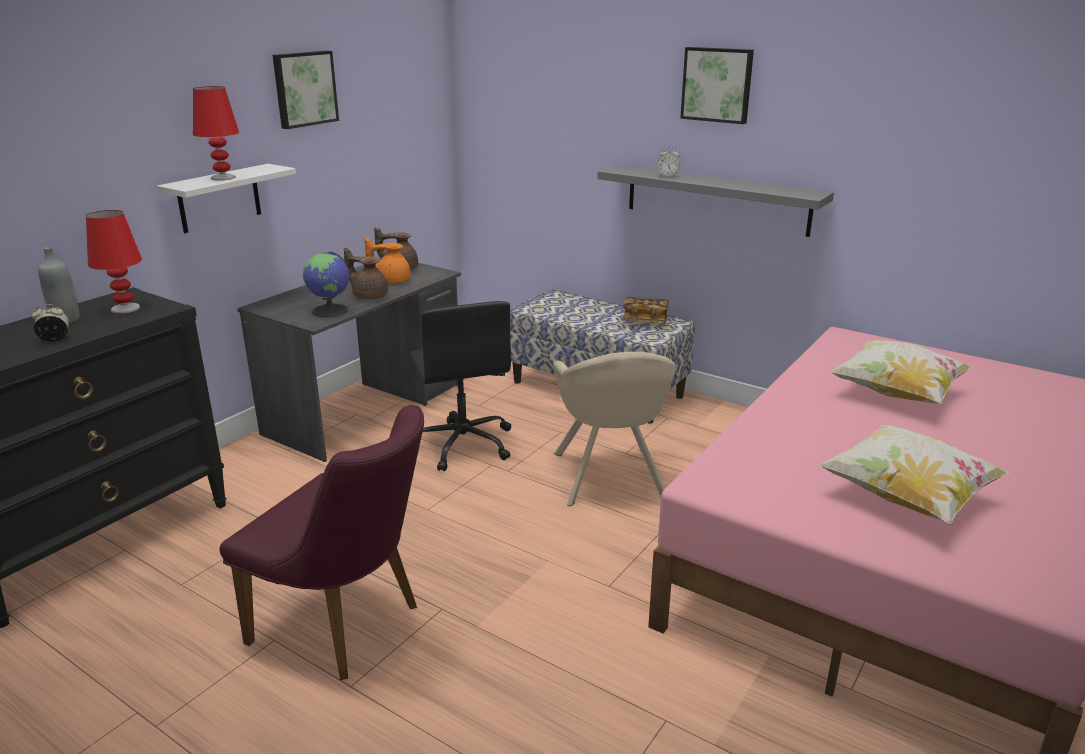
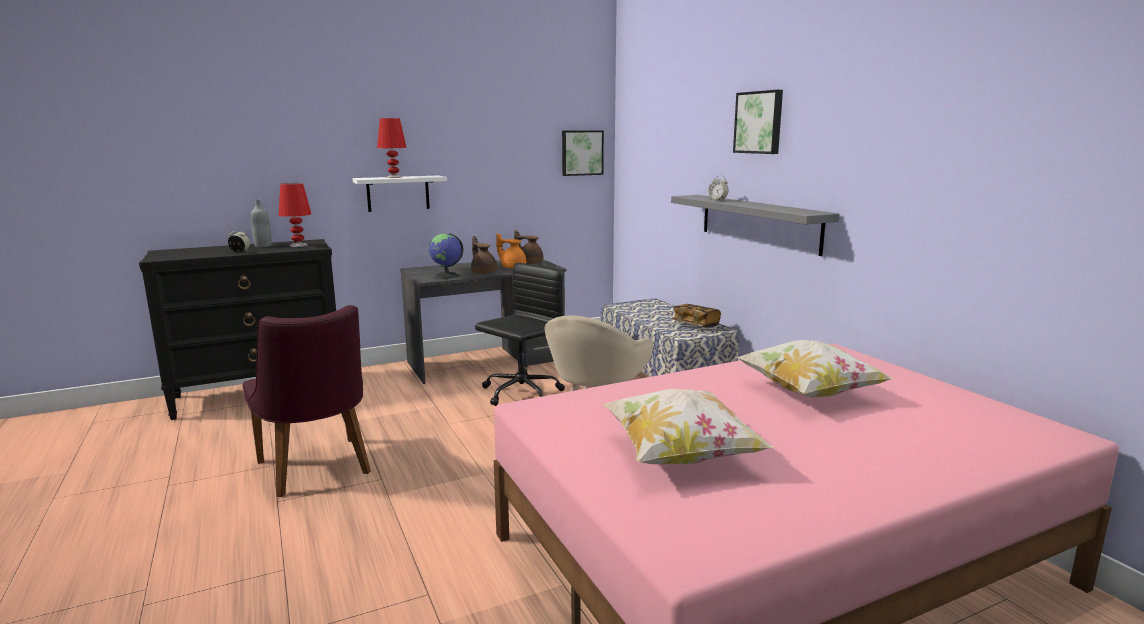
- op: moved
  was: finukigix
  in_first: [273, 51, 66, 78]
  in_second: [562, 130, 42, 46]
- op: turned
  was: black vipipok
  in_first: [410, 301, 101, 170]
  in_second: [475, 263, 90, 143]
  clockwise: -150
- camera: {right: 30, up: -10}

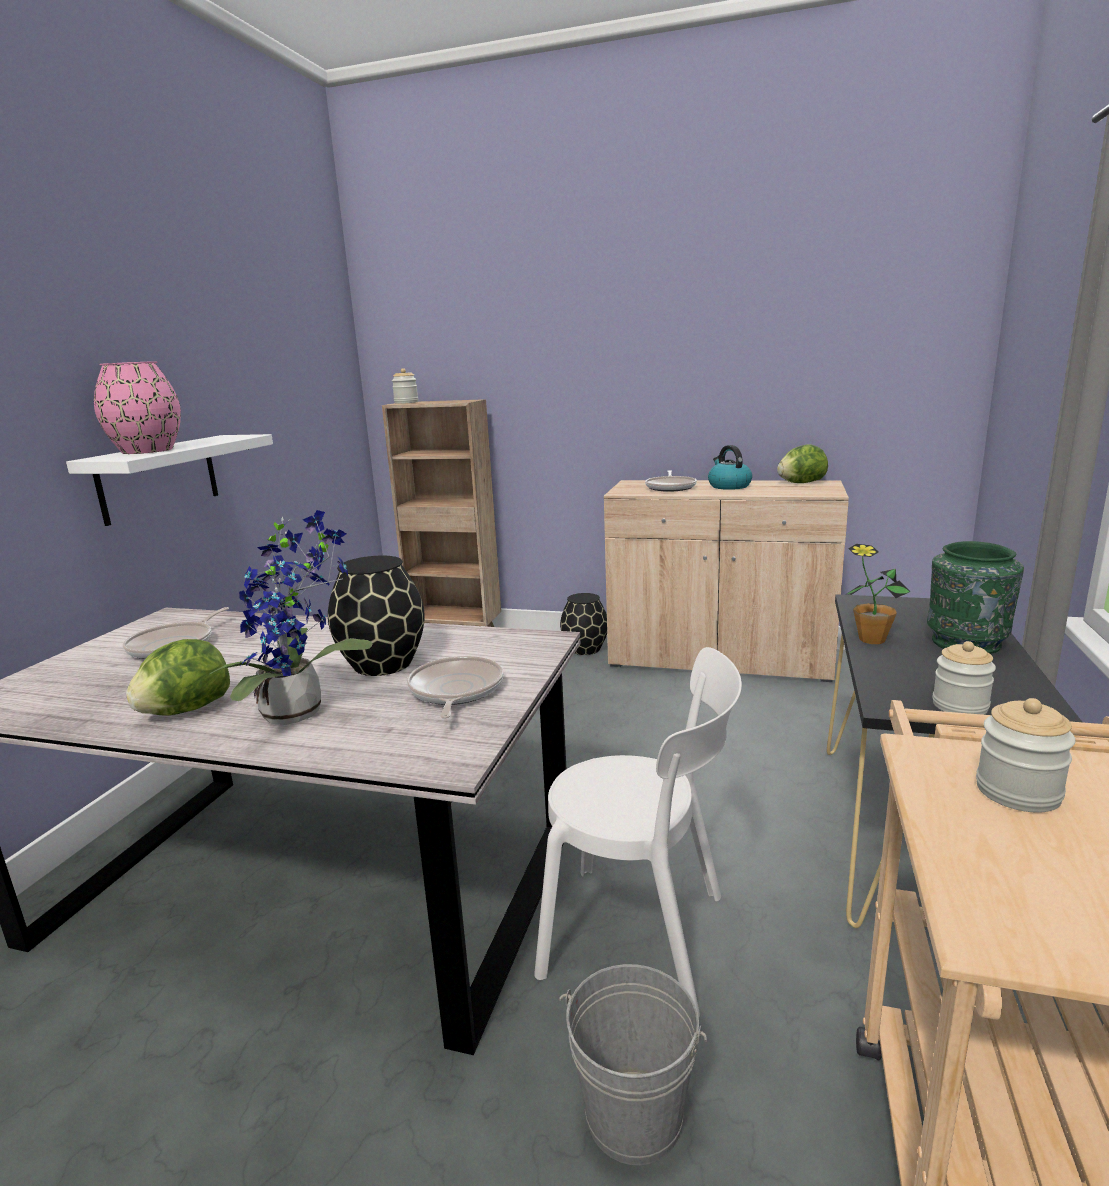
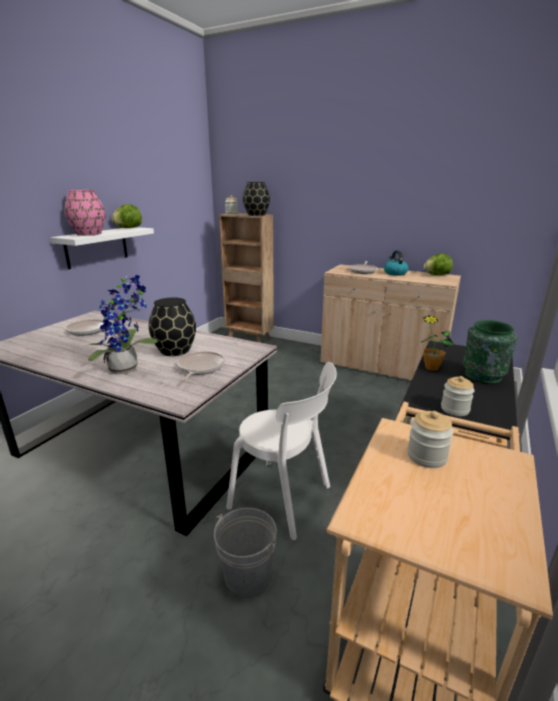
- op: moved
  was: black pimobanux
  in_first: [560, 593, 47, 62]
  in_second: [243, 182, 27, 34]
- op: moved
  was: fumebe
  in_first: [126, 639, 104, 76]
  in_second: [111, 204, 31, 24]
- camera: {right: 10, up: 5}

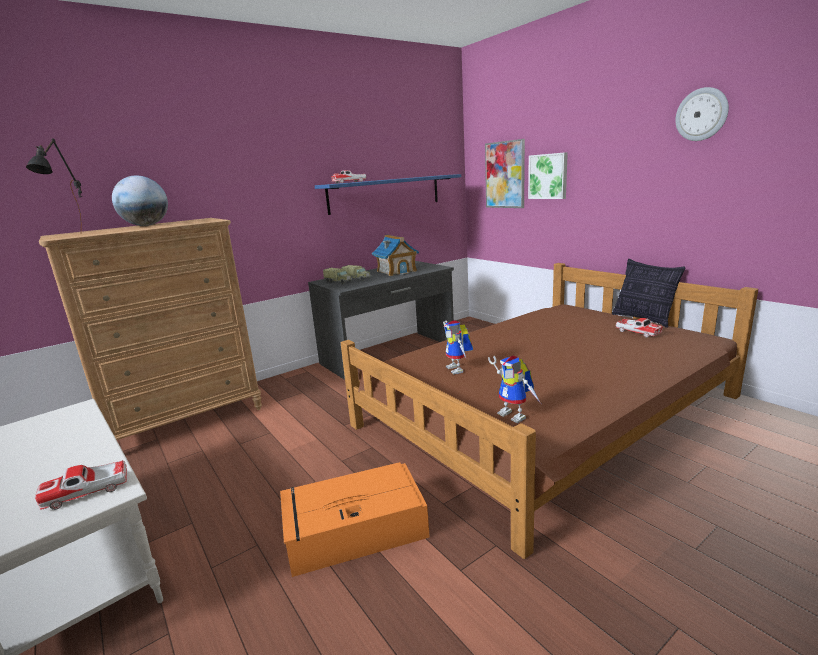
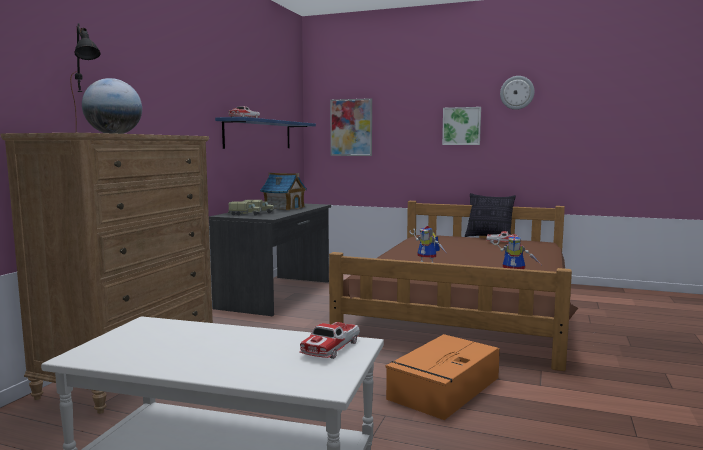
- op: moved
  was: finukigix
  in_first: [528, 152, 40, 47]
  in_second: [442, 107, 39, 38]
- camera: {right: -35, up: -10}

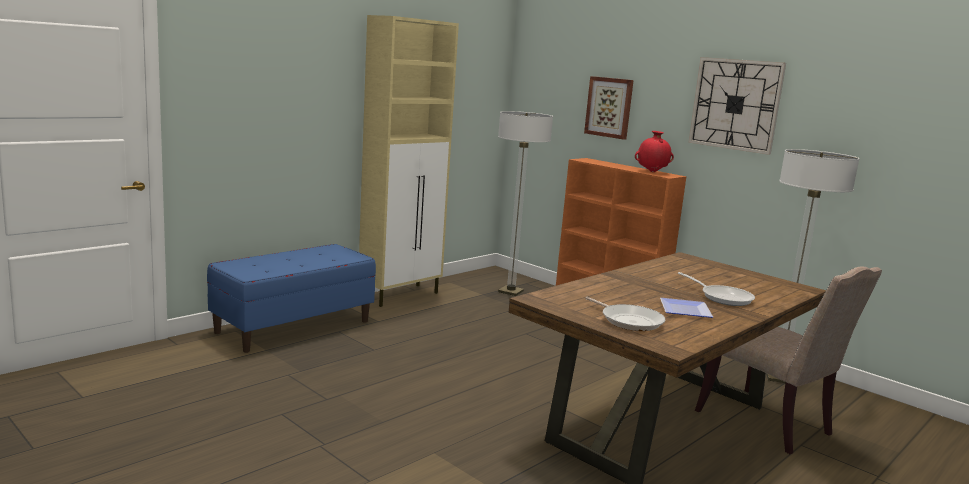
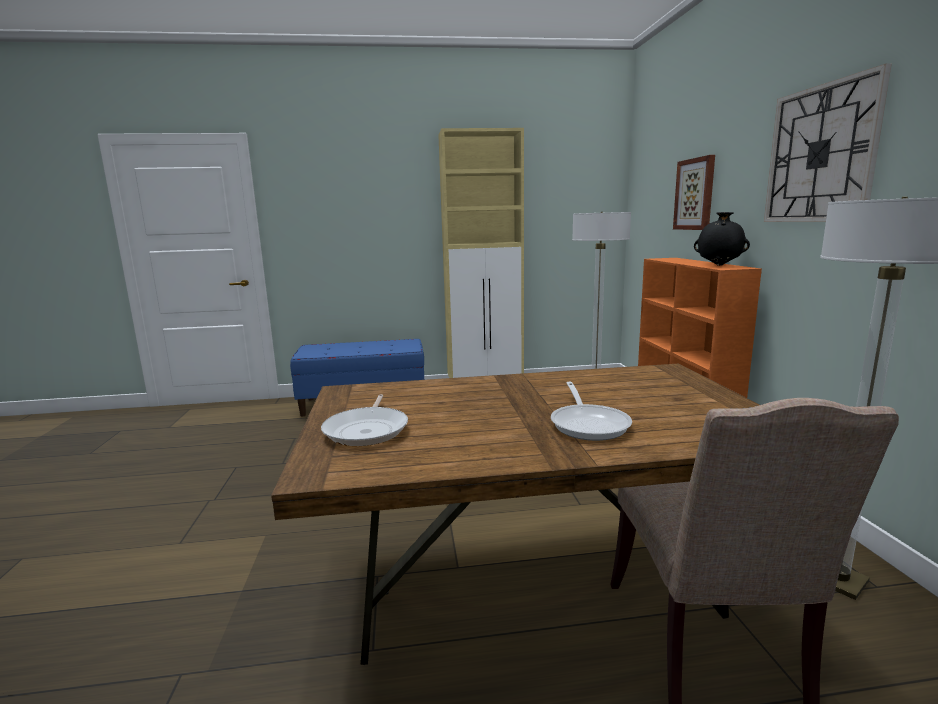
- op: recoloured
  was: red pimobanux
  now: black pimobanux
  in_first: [635, 131, 39, 41]
  in_second: [694, 212, 56, 54]
- op: removed
  was: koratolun
  in_first: [660, 298, 53, 20]
- camera: {right: 40, up: 0}

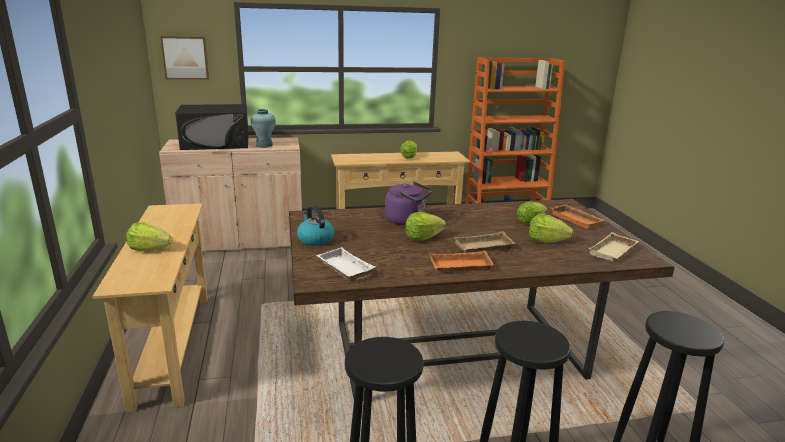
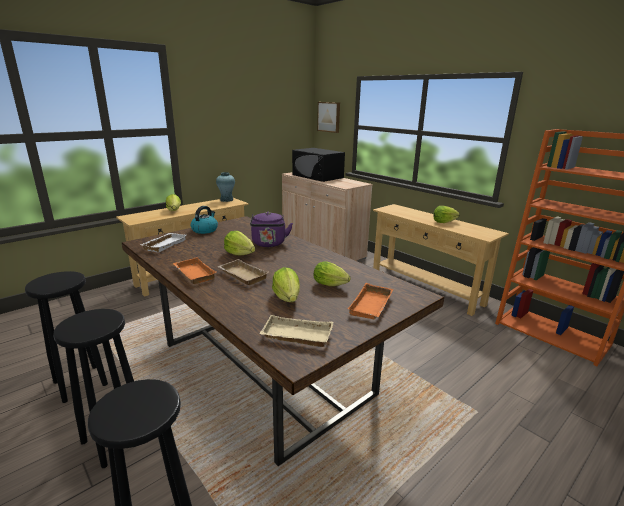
- op: moved
  was: turquoise pimobanux
  in_first: [251, 109, 25, 39]
  in_second: [216, 172, 19, 30]
- camera: {right: 60, up: 0}

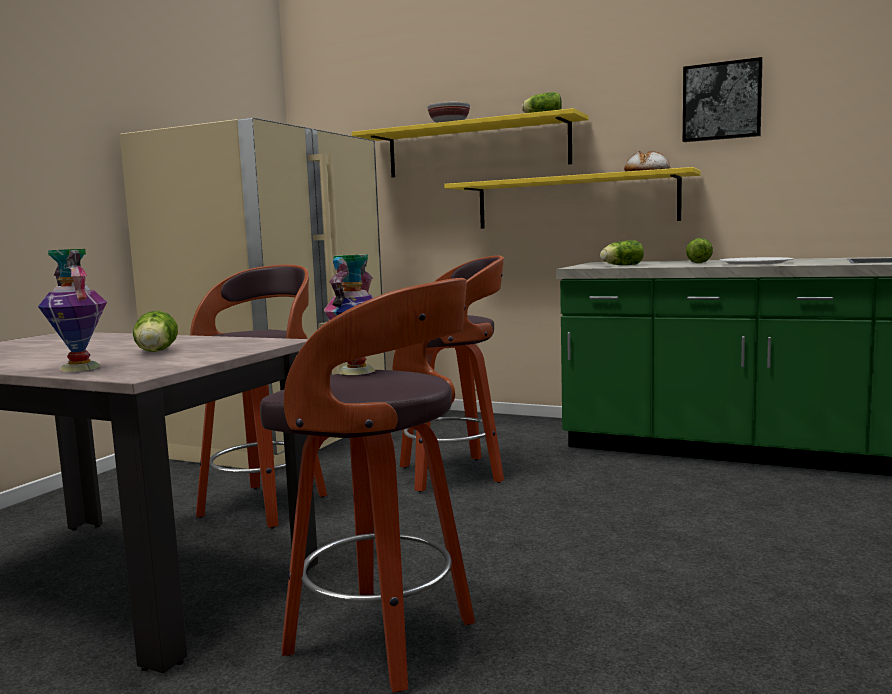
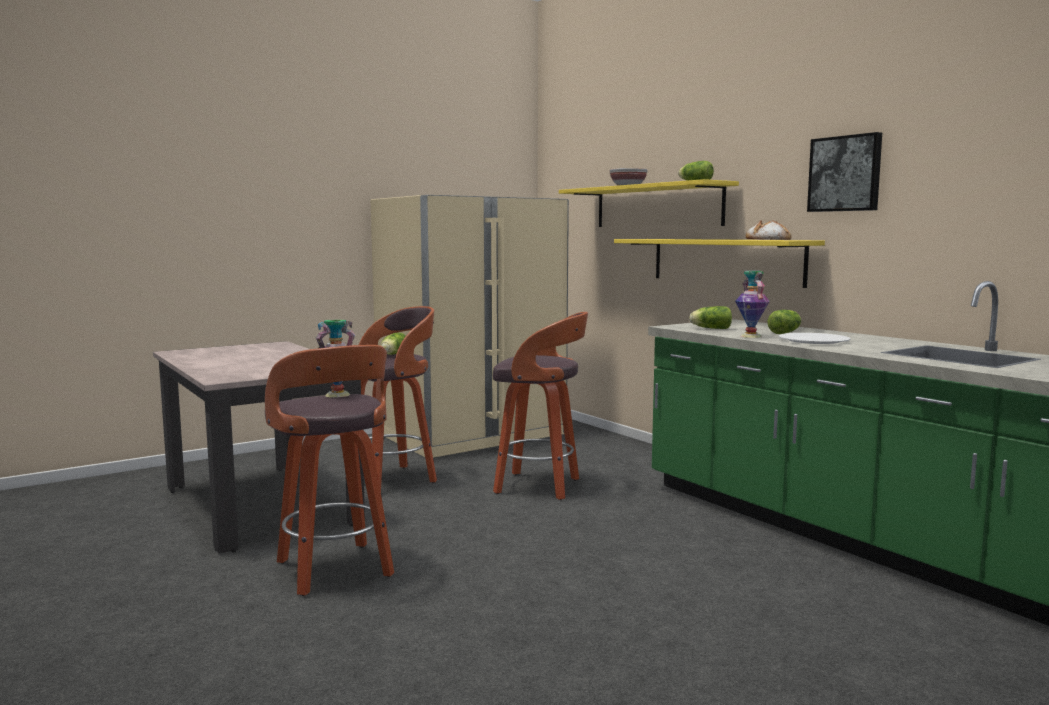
- op: moved
  was: pimobanux
  in_first: [38, 249, 69, 123]
  in_second: [735, 271, 35, 67]
- op: moved
  was: fumebe
  in_first: [133, 311, 45, 41]
  in_second: [381, 333, 25, 22]
- camera: {right: 30, up: 0}

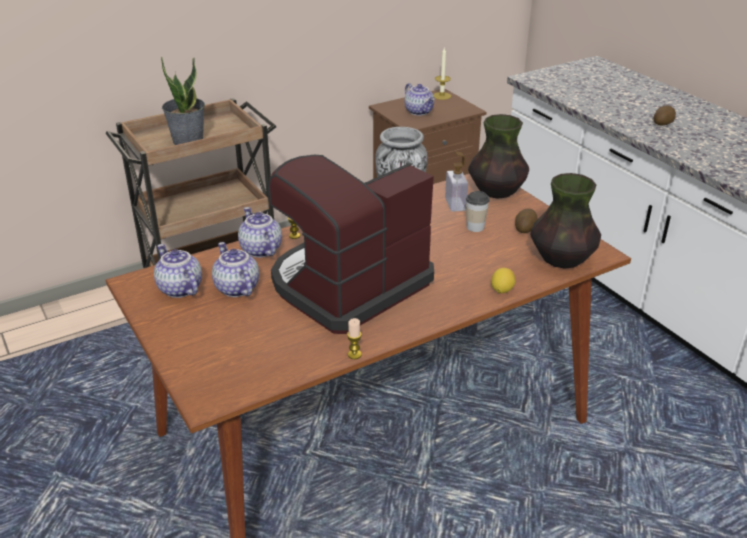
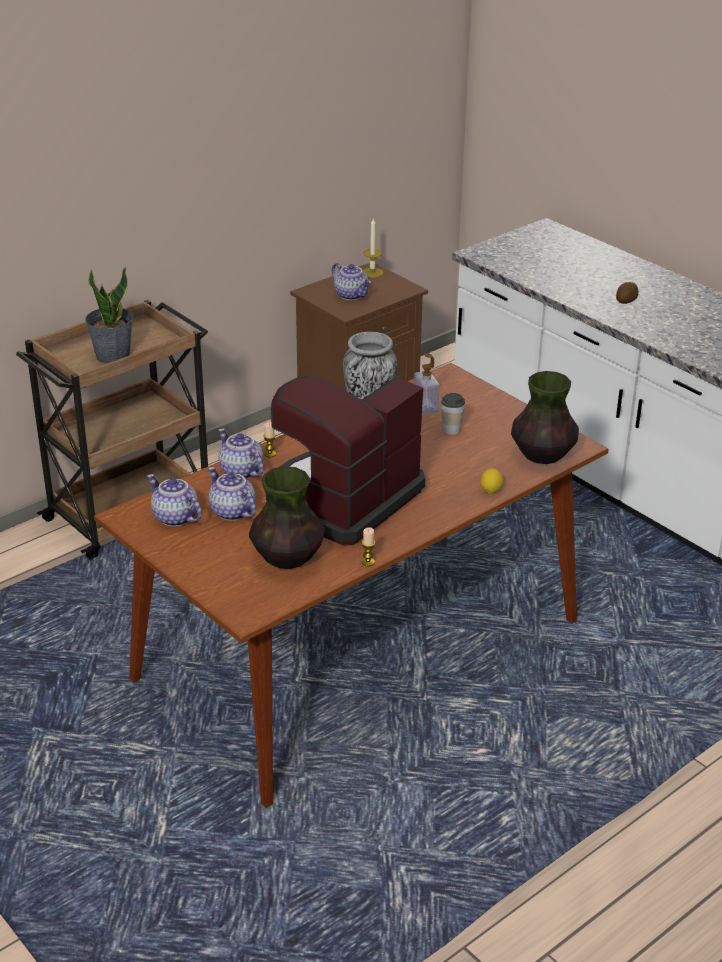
- op: moved
  was: pimobanux
  in_first: [468, 114, 61, 84]
  in_second: [249, 466, 76, 103]
- op: removed
  was: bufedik
  in_first: [515, 208, 23, 25]
- camera: {right: -10, up: 0}

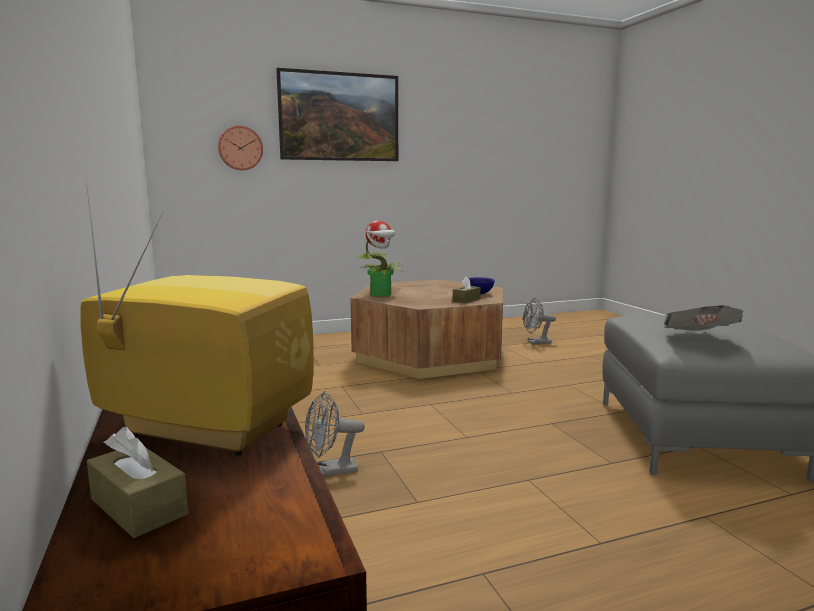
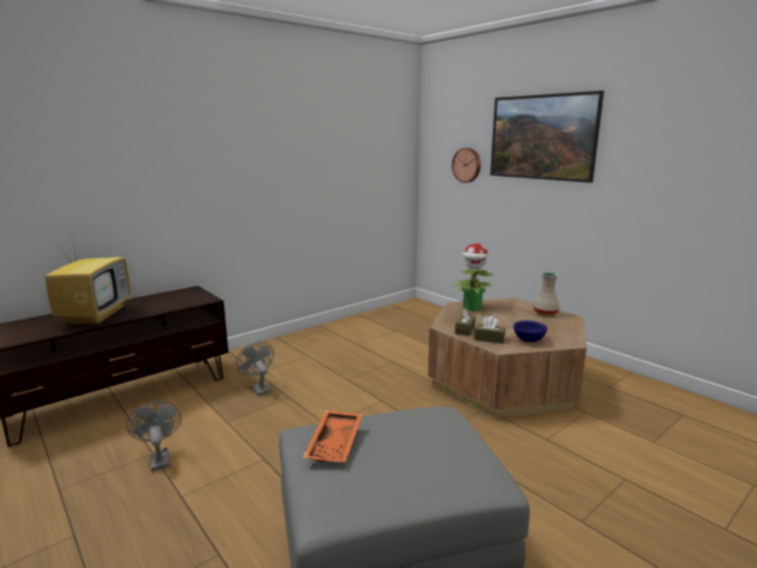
- op: moved
  was: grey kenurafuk
  in_first: [523, 298, 33, 46]
  in_second: [127, 401, 54, 70]
- op: replaced
  was: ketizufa
  now: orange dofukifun
  in_first: [664, 305, 80, 26]
  in_second: [303, 410, 60, 52]
- op: moved
  was: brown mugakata
  in_first: [87, 427, 102, 111]
  in_second: [455, 308, 21, 28]
- op: added
  now: beige pimobanux
  in_second: [533, 272, 27, 44]
- camera: {right: 70, up: 5}

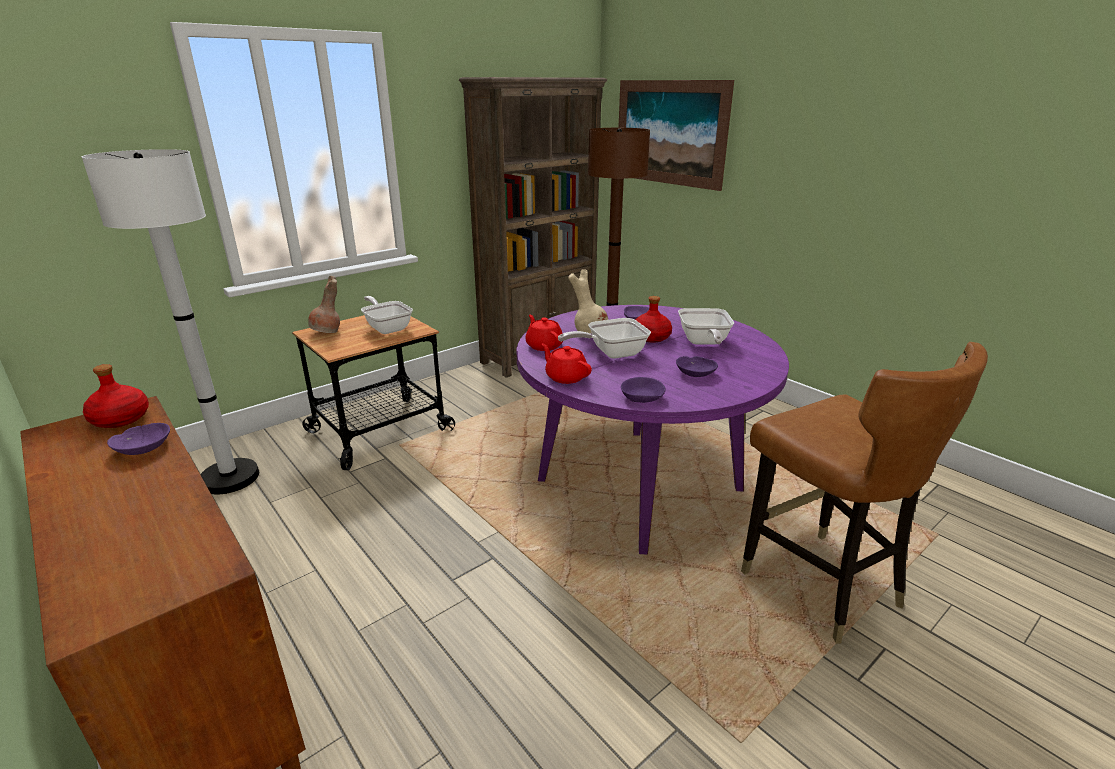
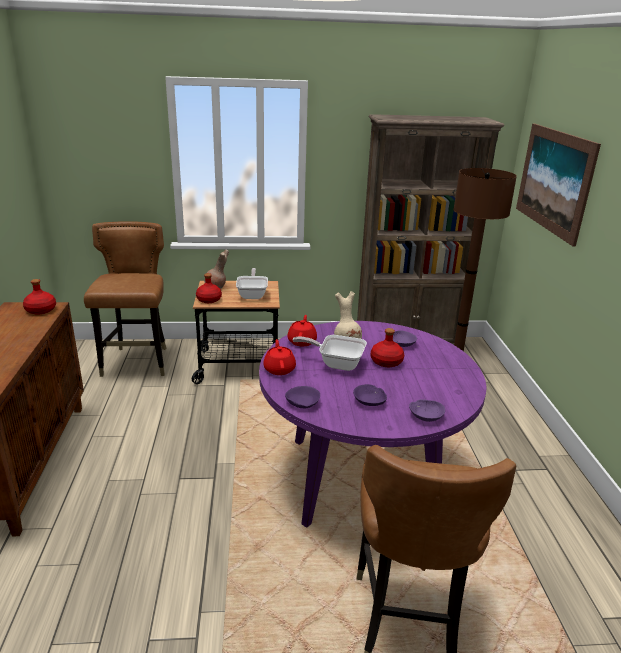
- op: replaced
  was: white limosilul
  now: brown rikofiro
  in_first: [82, 149, 177, 346]
  in_second: [84, 221, 83, 156]
- op: removed
  was: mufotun
  in_first: [678, 308, 56, 36]
- op: moved
  was: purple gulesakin
  in_first: [107, 423, 63, 32]
  in_second: [409, 399, 36, 23]
- op: added
  now: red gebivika
  in_second: [196, 273, 26, 30]
- camera: {right: 35, up: 0}

